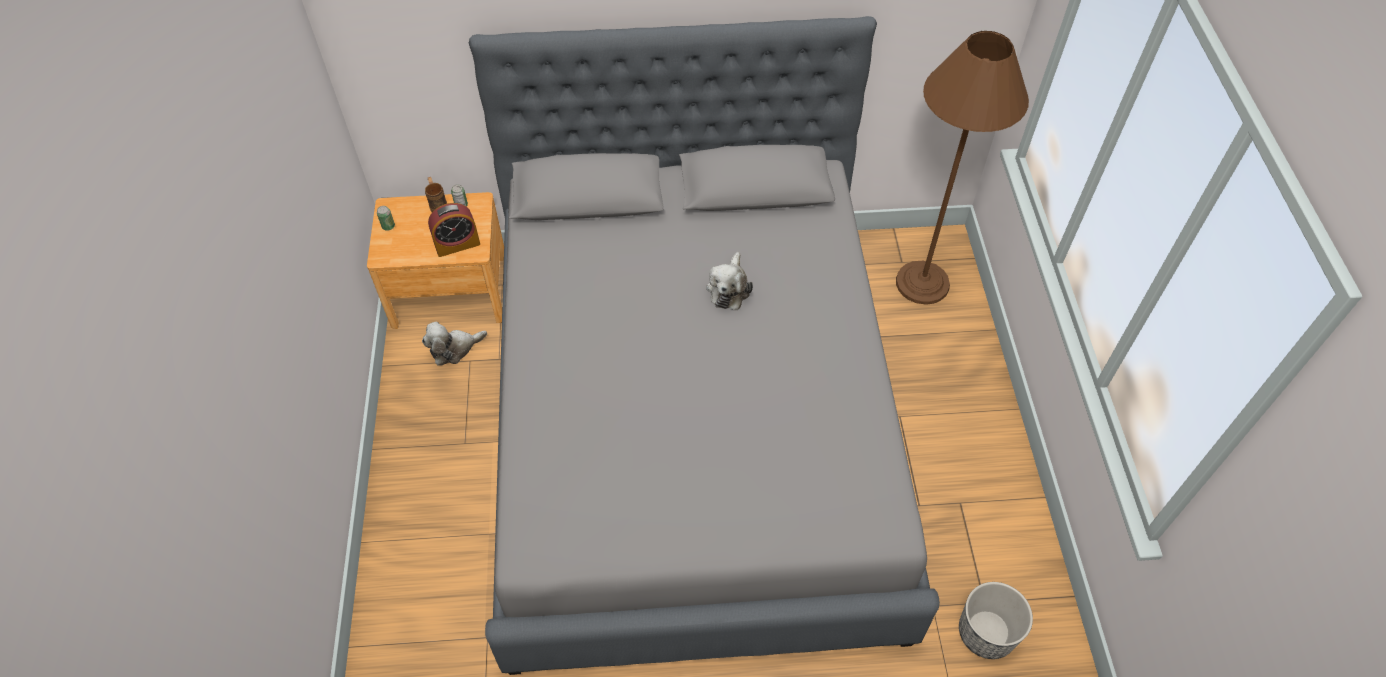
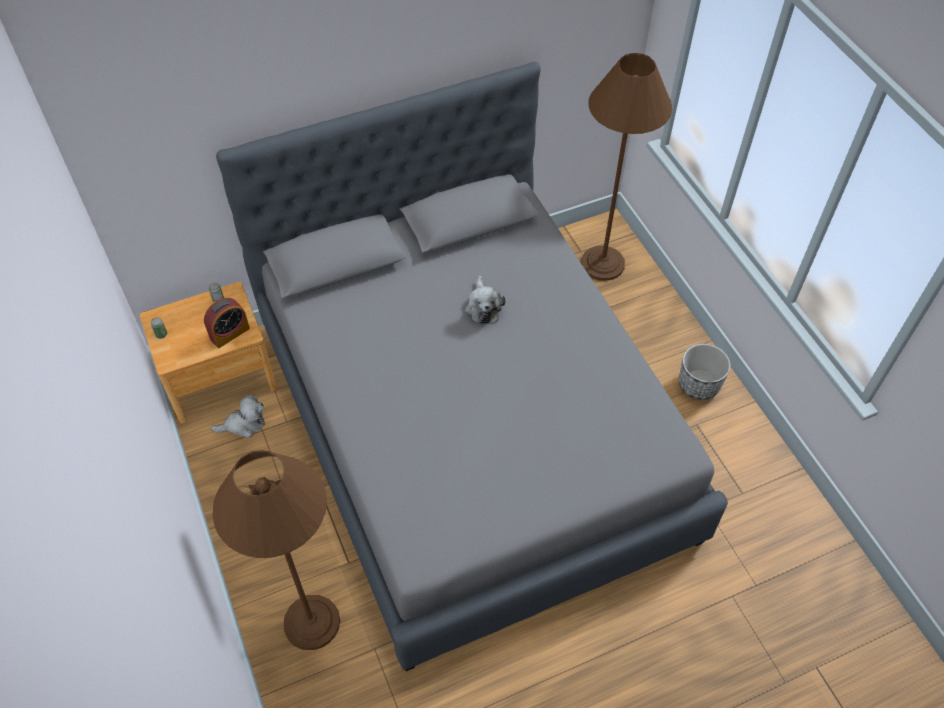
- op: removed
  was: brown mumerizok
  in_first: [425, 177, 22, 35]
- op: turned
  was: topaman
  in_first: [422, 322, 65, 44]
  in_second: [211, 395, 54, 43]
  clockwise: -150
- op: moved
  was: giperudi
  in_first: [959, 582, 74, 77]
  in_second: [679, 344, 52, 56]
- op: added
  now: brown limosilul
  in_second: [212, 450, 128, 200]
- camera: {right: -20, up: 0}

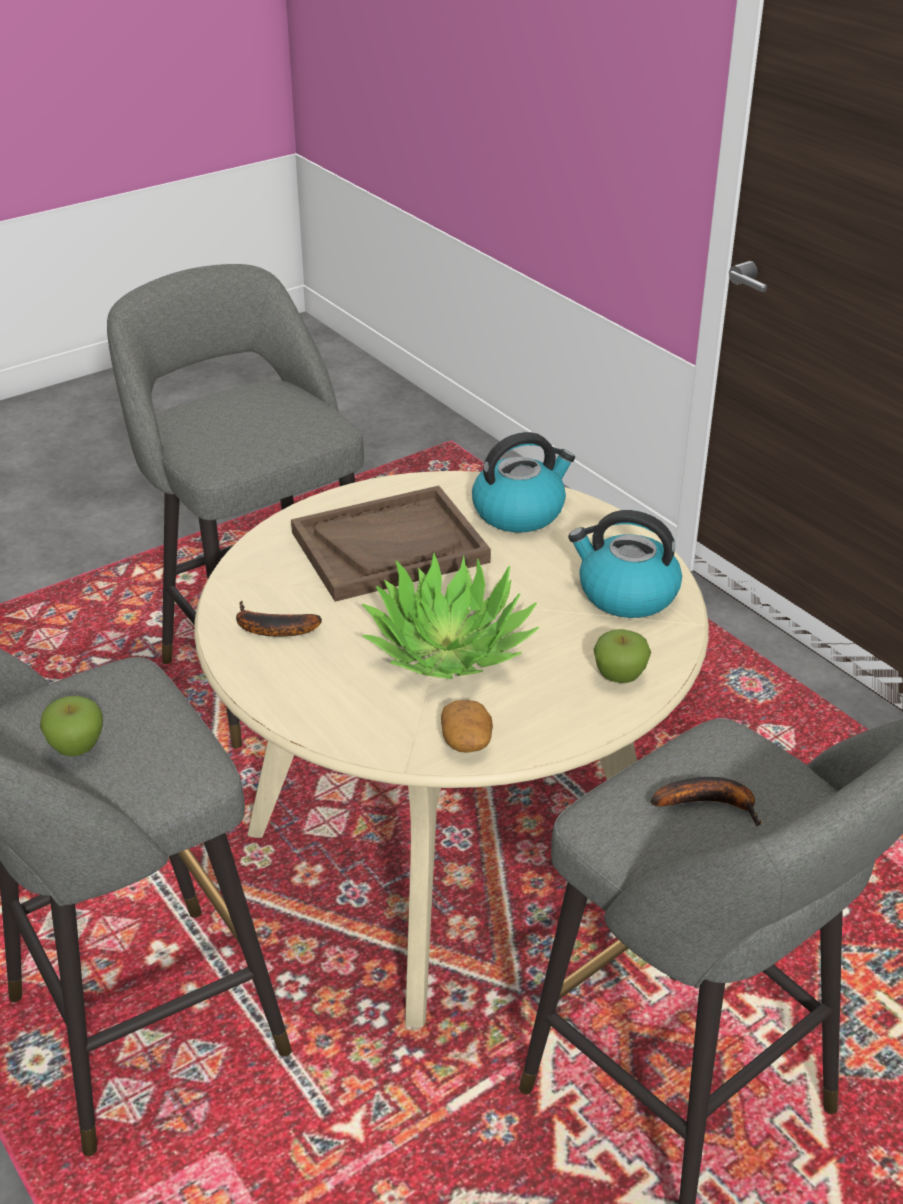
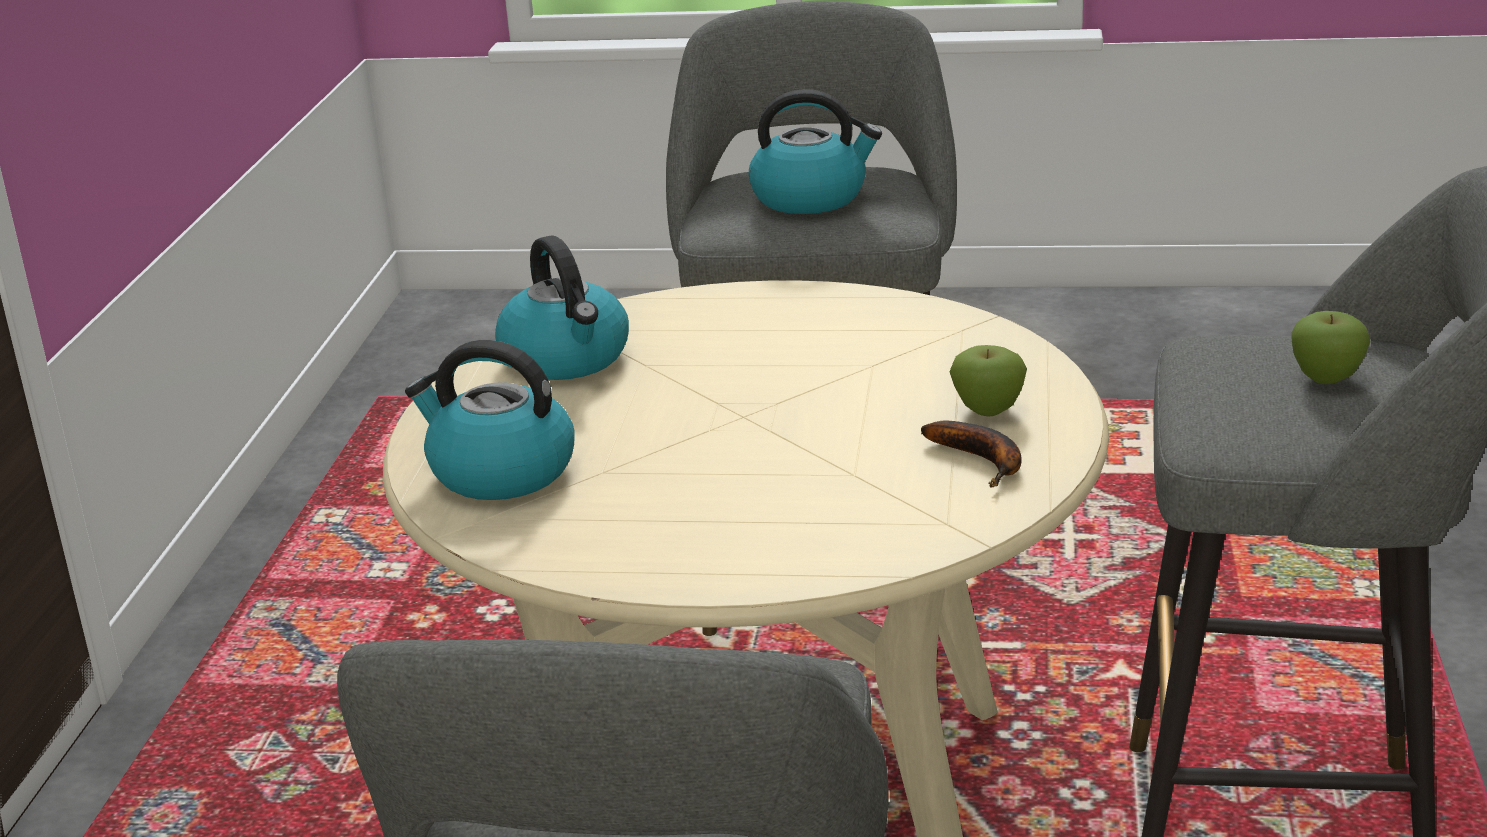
- op: removed
  was: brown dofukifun
  in_first: [291, 486, 200, 116]
- op: removed
  was: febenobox
  in_first: [361, 553, 178, 126]
- op: moved
  was: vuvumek
  in_first: [593, 629, 58, 54]
  in_second: [949, 345, 78, 72]
- op: removed
  was: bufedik
  in_first: [441, 700, 52, 53]
- op: replaced
  was: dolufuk
  now: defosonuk
  in_first: [651, 777, 111, 49]
  in_second: [749, 89, 133, 125]
- camera: {right: -135, up: -10}

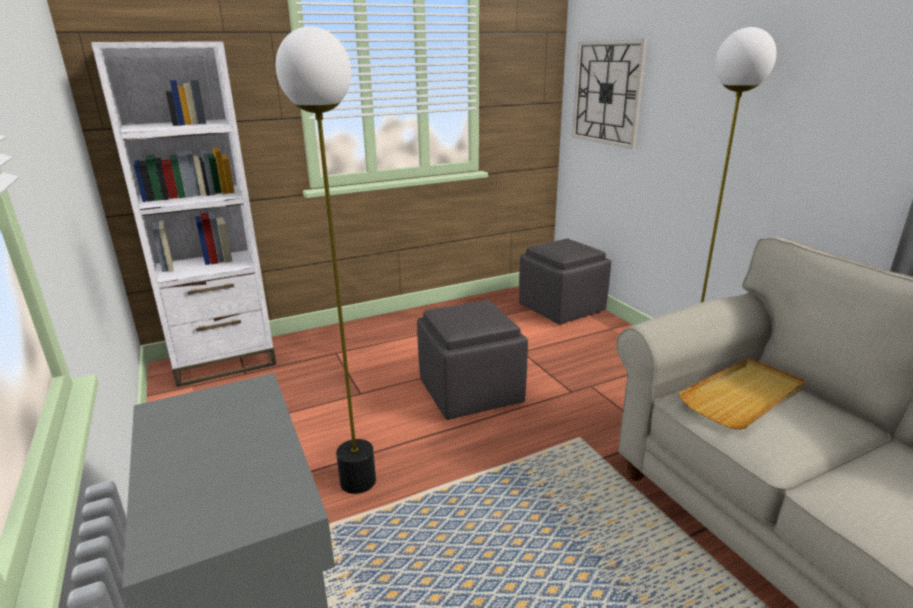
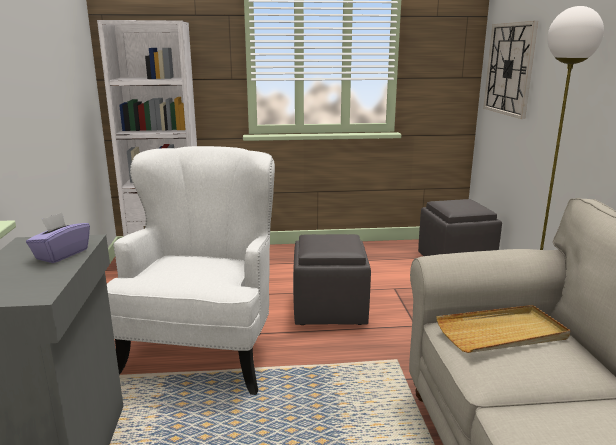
- op: replaced
  was: limosilul
  now: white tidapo
  in_first: [276, 26, 100, 468]
  in_second: [107, 146, 168, 249]
- op: added
  now: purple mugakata
  in_second: [26, 212, 64, 51]
- camera: {right: 20, up: -5}

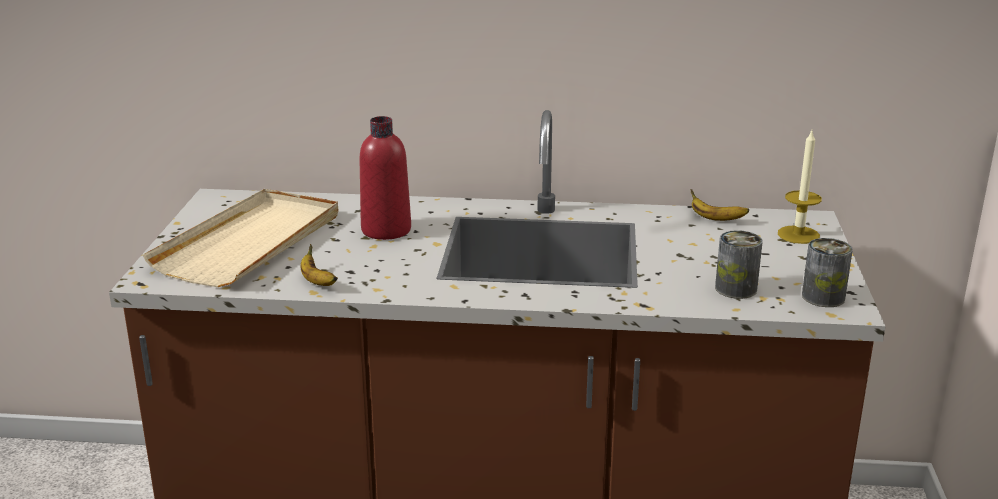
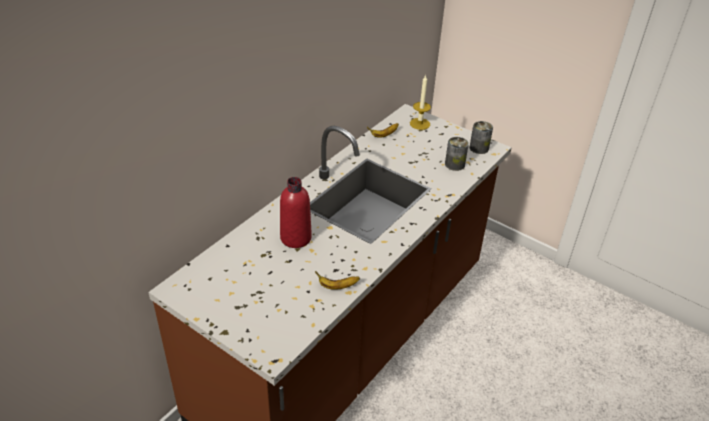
- op: removed
  was: beige dofukifun
  in_first: [143, 189, 196, 98]
- camera: {right: -60, up: 15}

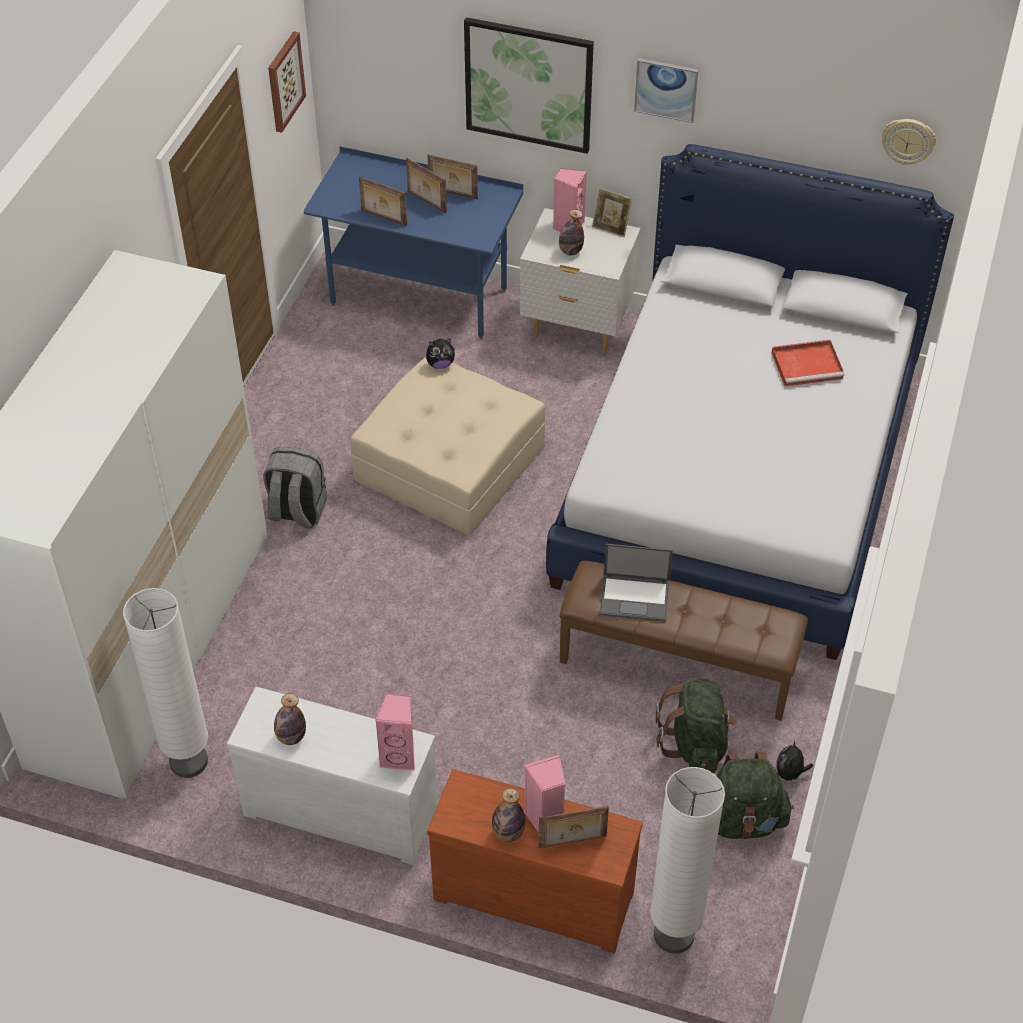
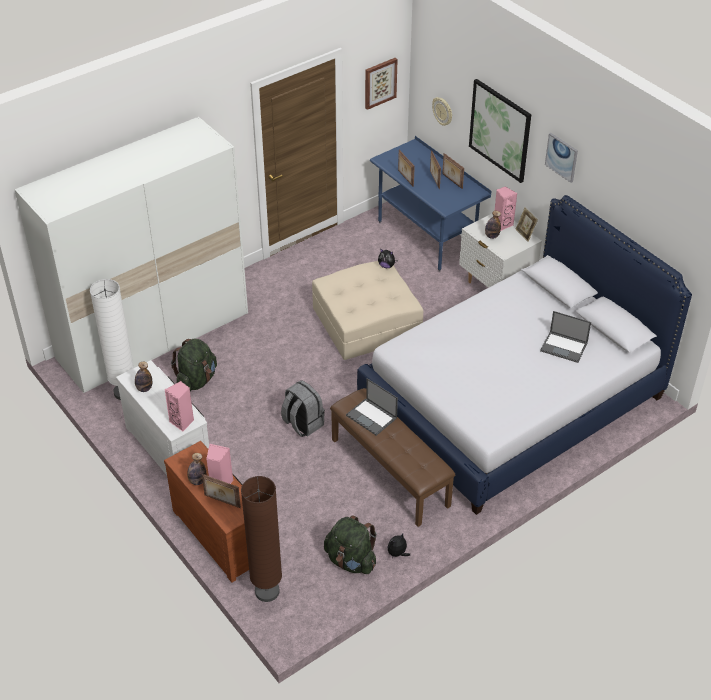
- op: moved
  was: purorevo
  in_first: [882, 119, 54, 46]
  in_second: [432, 97, 20, 29]
- op: replaced
  was: red dofukifun
  now: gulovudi
  in_first: [772, 340, 72, 47]
  in_second: [540, 311, 51, 52]
- op: moved
  was: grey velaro
  in_first: [263, 447, 64, 81]
  in_second: [281, 380, 44, 57]
- op: moved
  was: green velaro
  in_first: [656, 678, 81, 96]
  in_second: [171, 339, 46, 52]
- op: recoloured
  was: white limosilul
  now: brown limosilul
  in_first: [650, 767, 75, 187]
  in_second: [241, 476, 41, 126]
- camera: {right: 35, up: -5}

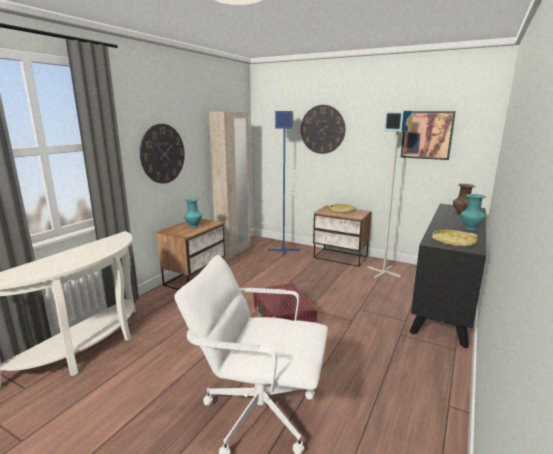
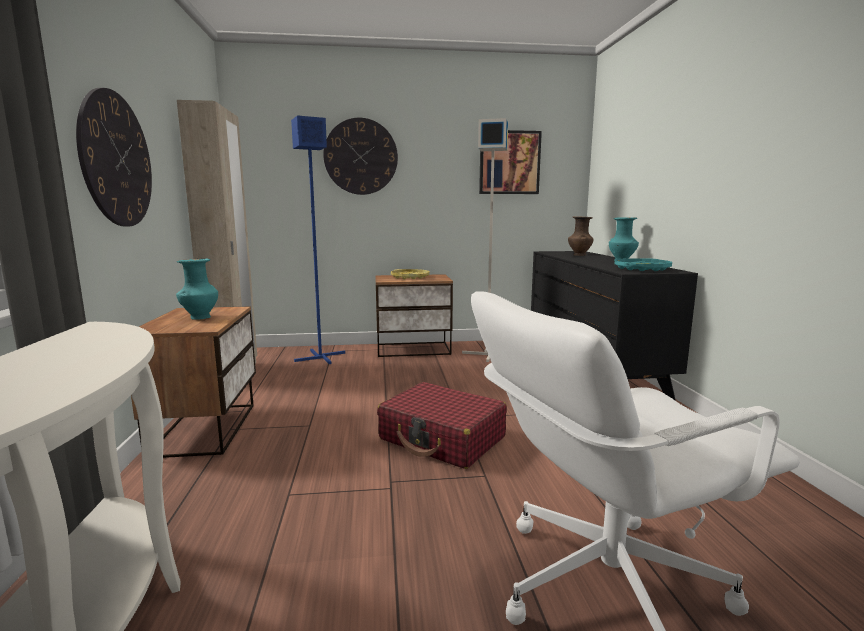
- op: recoloured
  was: yellow dofukifun
  now: turquoise dofukifun
  in_first: [432, 230, 46, 17]
  in_second: [615, 258, 57, 13]
- camera: {right: -35, up: -5}

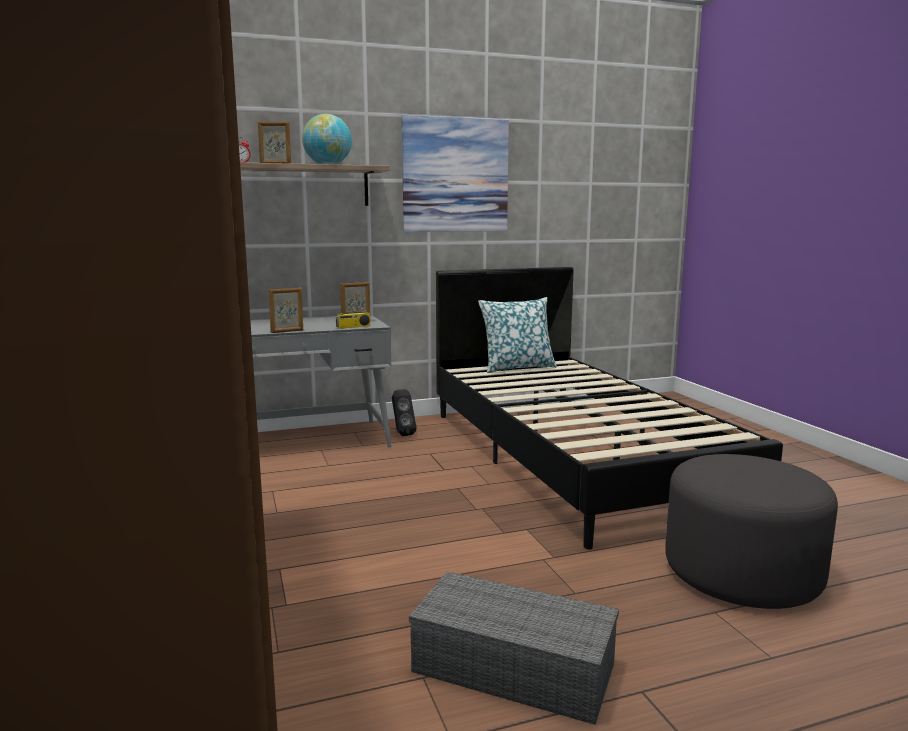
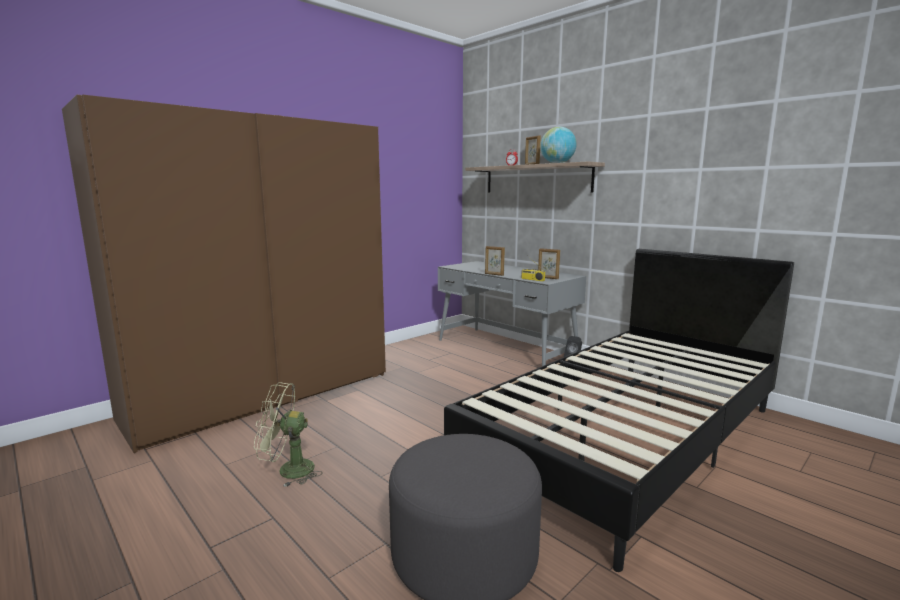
- op: removed
  was: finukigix
  in_first: [402, 115, 107, 117]
- op: removed
  was: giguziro
  in_first: [478, 297, 79, 76]
- op: replaced
  was: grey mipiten
  now: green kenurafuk
  in_first: [409, 571, 210, 154]
  in_second: [254, 382, 69, 105]
- camera: {right: 65, up: 0}

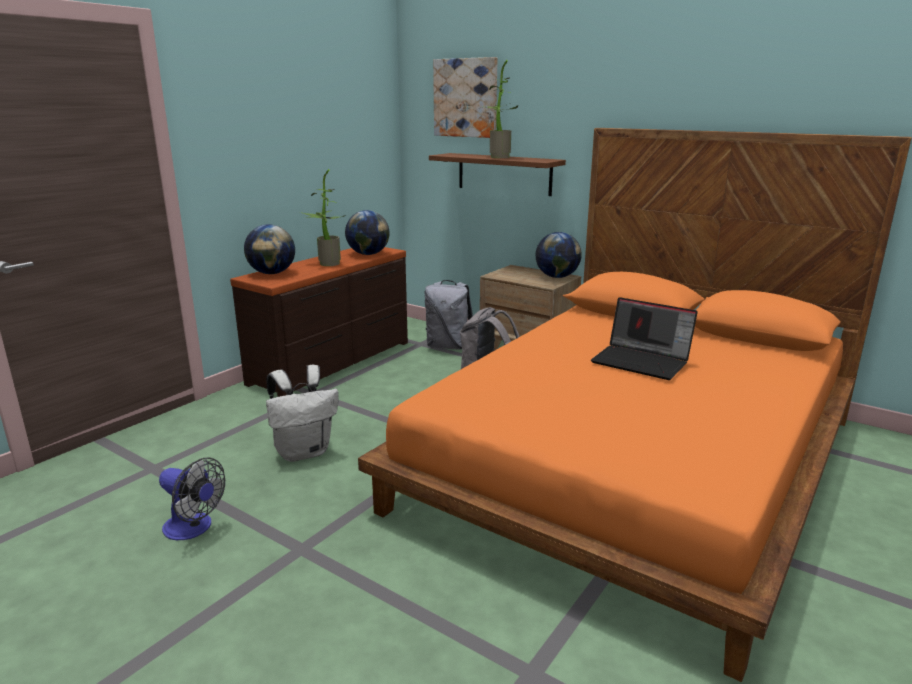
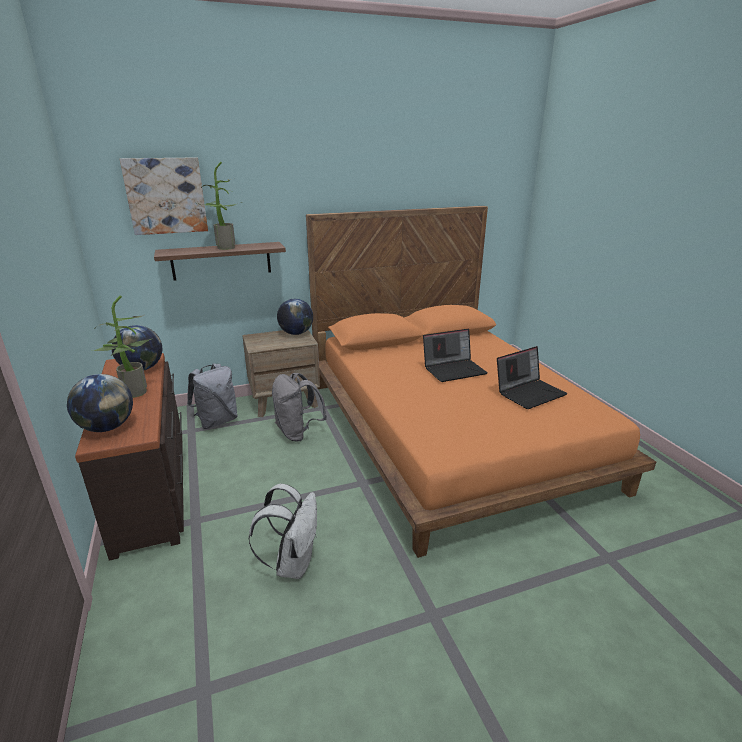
- op: removed
  was: kenurafuk
  in_first: [159, 457, 66, 83]
- op: added
  now: gulovudi
  in_second: [497, 346, 71, 63]
- camera: {right: -55, up: 5}

